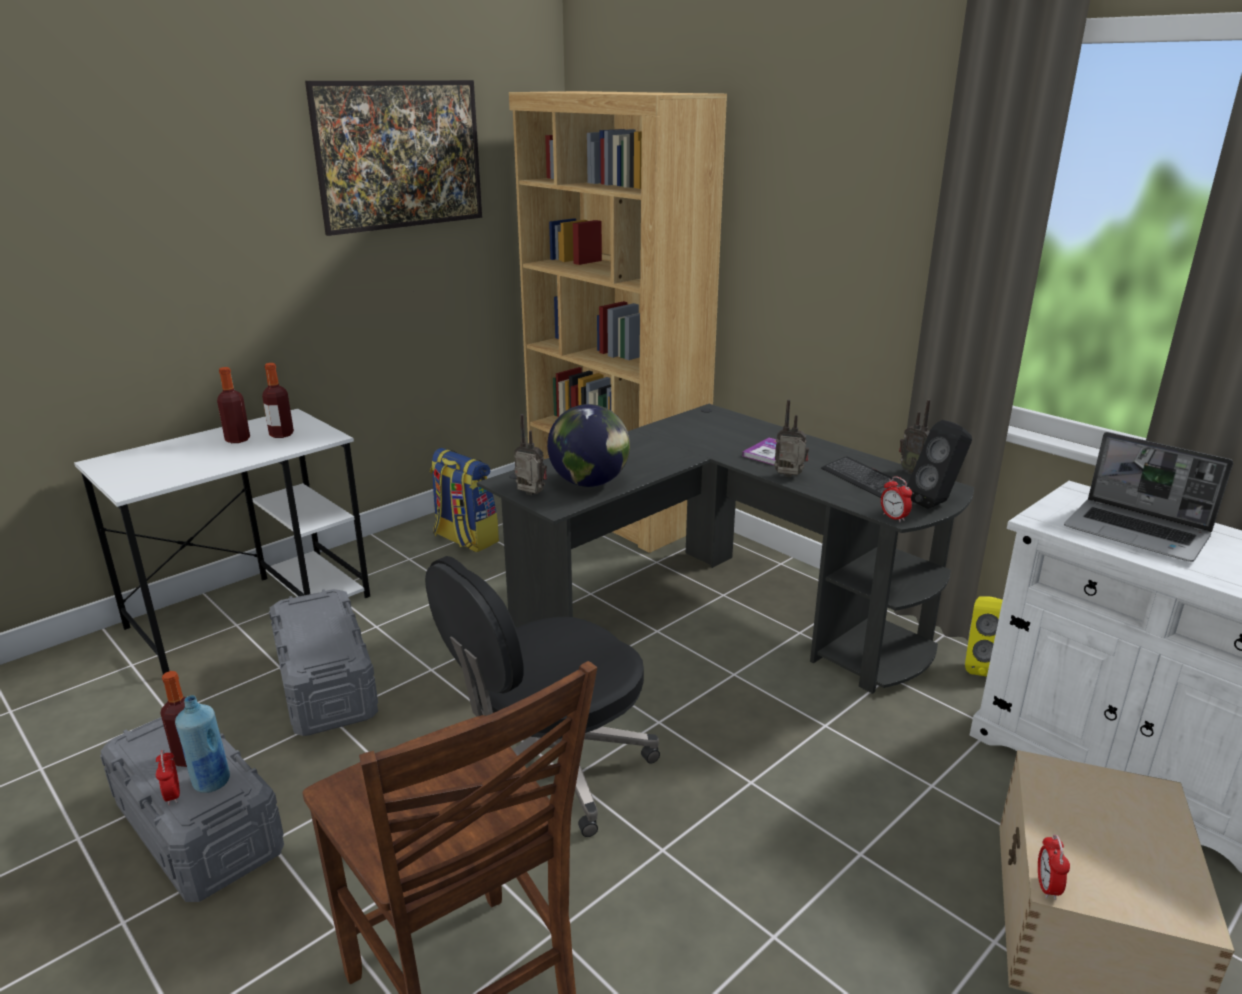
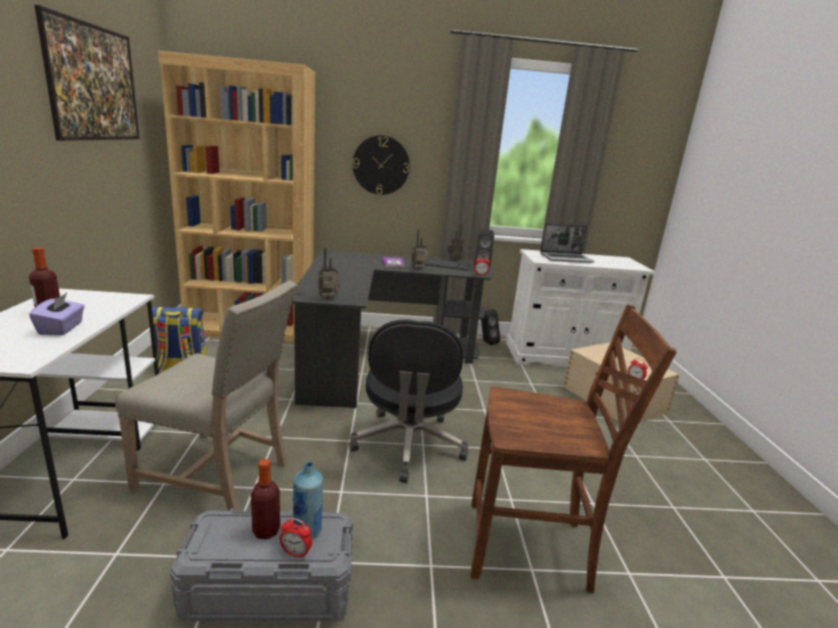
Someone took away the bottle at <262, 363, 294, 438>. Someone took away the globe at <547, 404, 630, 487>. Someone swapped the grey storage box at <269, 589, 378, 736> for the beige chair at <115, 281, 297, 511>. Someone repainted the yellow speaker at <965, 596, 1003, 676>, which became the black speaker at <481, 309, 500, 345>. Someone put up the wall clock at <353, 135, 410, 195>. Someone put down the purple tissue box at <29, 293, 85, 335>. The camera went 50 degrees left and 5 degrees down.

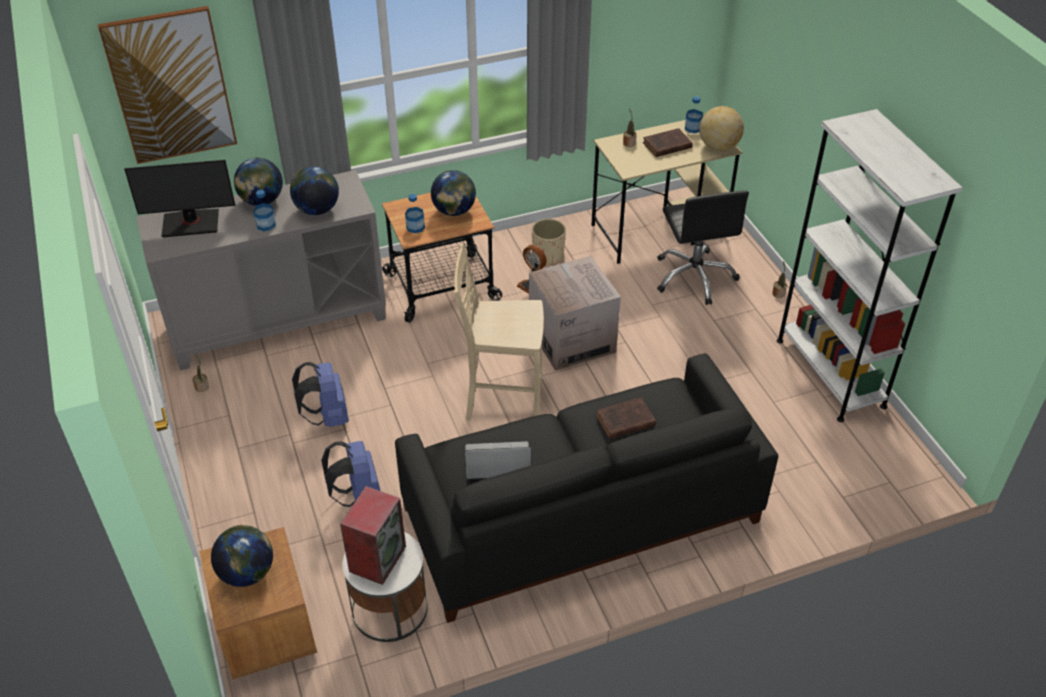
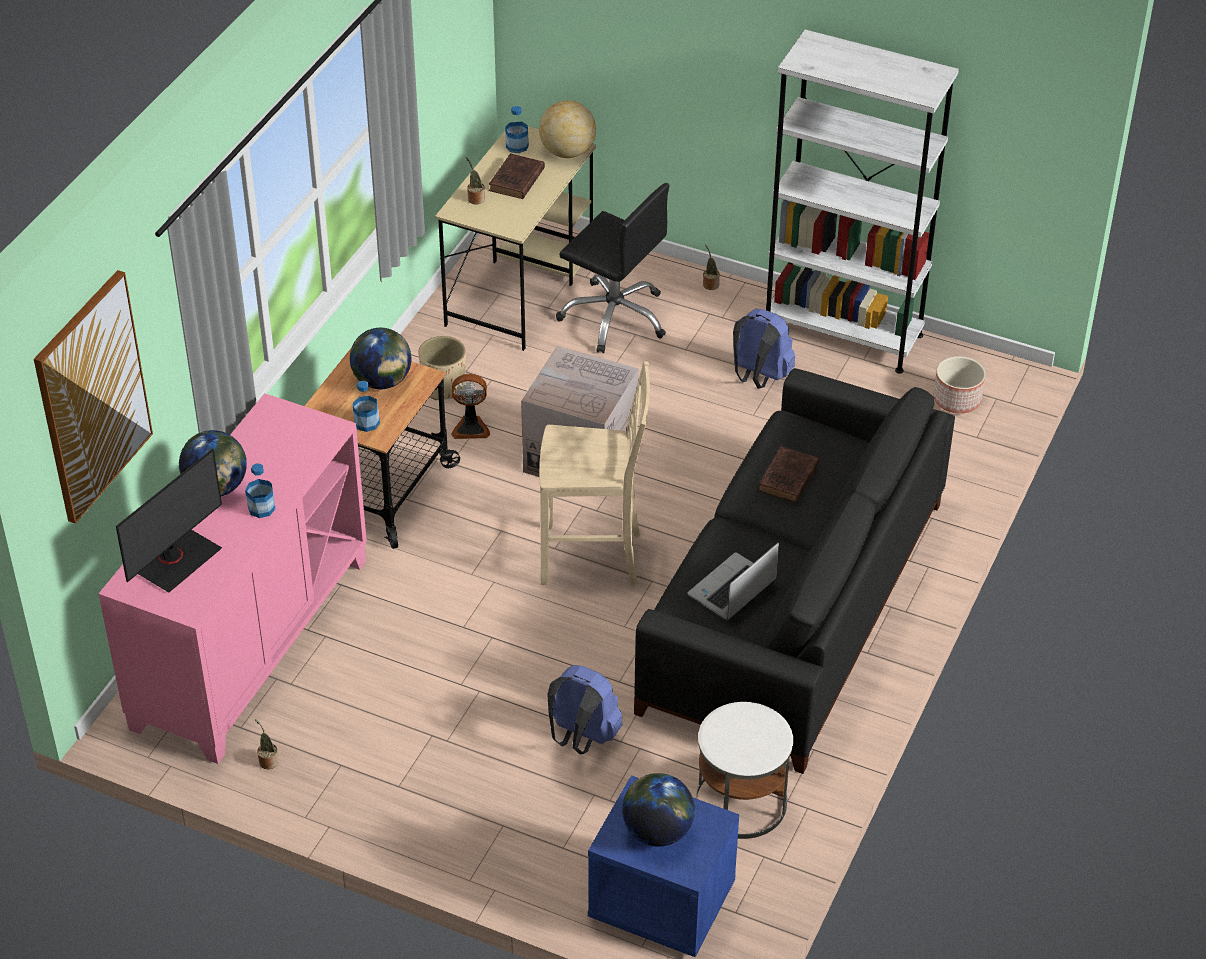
Someone took away the globe at <290, 166, 339, 215>. Someone repainted the grey cabinet at <136, 170, 386, 370>, which became the pink cabinet at <99, 393, 367, 764>. Someone rotated the beige chair at <454, 244, 544, 421> by 135 degrees counterclockwise. Someone carried the blue backpack from <292, 362, 349, 427> to <733, 309, 795, 388>. Someone took away the speaker at <340, 486, 406, 585>. Someone repainted the brown nightstand at <200, 527, 317, 679>, which became the blue nightstand at <588, 775, 739, 957>. Someone put down the planter at <933, 356, 986, 414>. The camera went 45 degrees left and 0 degrees up.

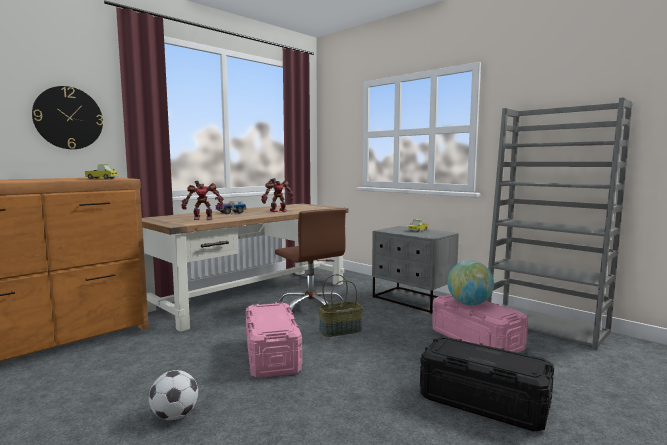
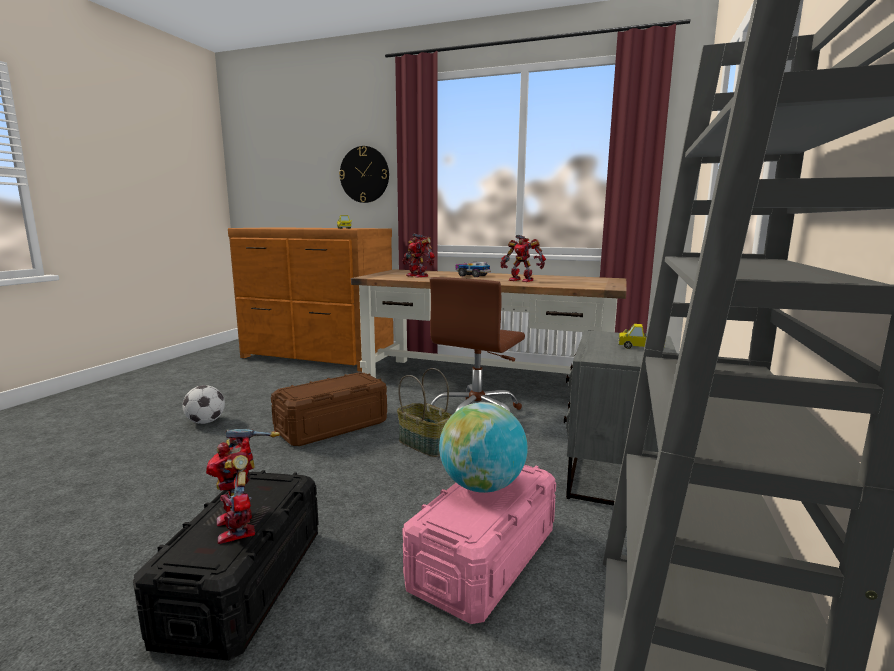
Someone repainted the pink storage box at <245, 302, 302, 378>, which became the brown storage box at <271, 372, 387, 446>. Someone put down the toy robot at <206, 429, 280, 544>. The camera went 65 degrees right and 5 degrees up.

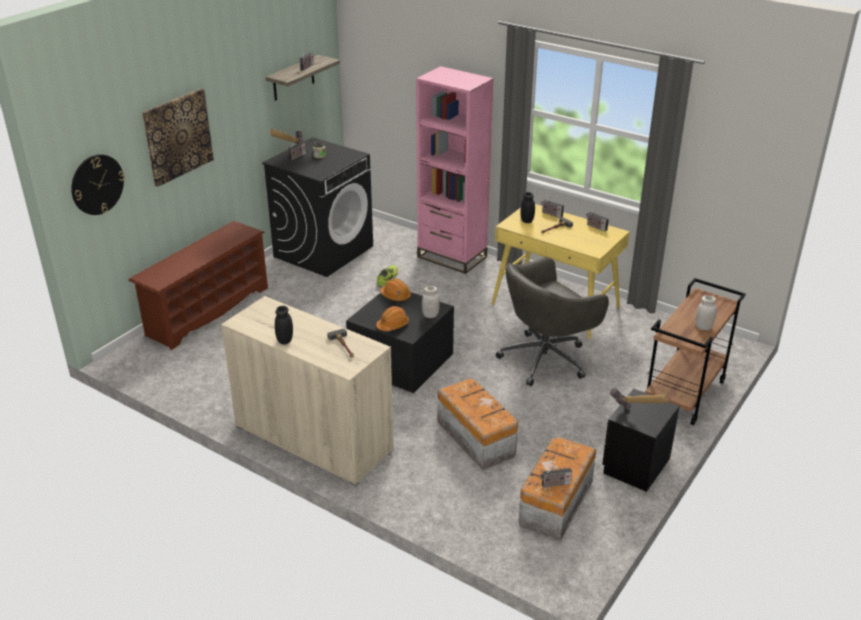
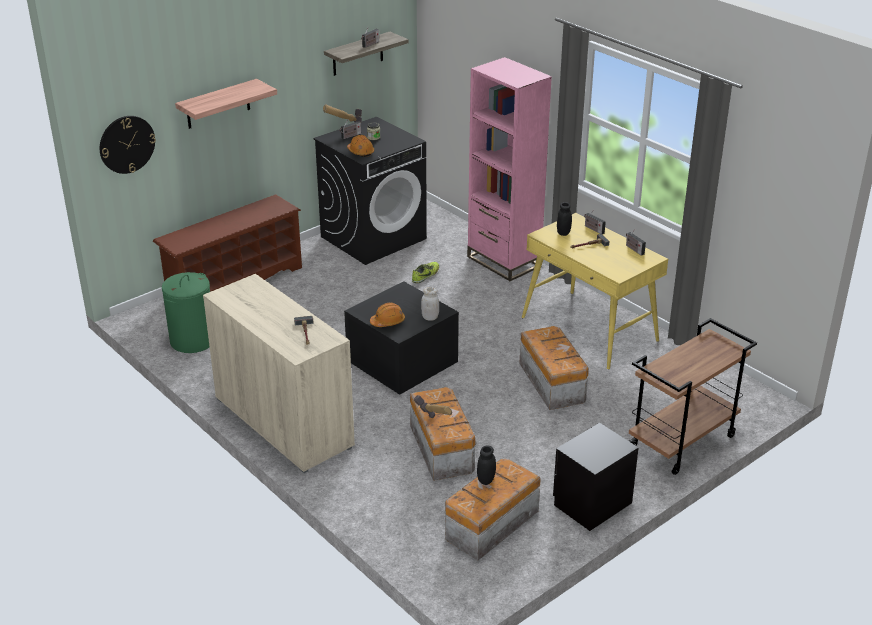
Someone swapped the picture at <142, 89, 214, 187> for the shelf at <175, 79, 277, 129>. Someone swapped the grey office chair at <496, 257, 609, 386> for the storage box at <519, 326, 589, 410>. Someone carried the orange hard hat from <380, 279, 411, 302> to <347, 135, 374, 157>. Someone took away the white jar at <695, 295, 717, 330>. Someone carried the black jar from <275, 306, 293, 345> to <477, 445, 496, 485>. Someone carried the hammer from <610, 388, 669, 409> to <414, 395, 452, 418>. Someone took away the radio at <540, 465, 572, 488>. Someone put down the green laundry basket at <162, 272, 210, 353>. The camera went 15 degrees right and 0 degrees up.

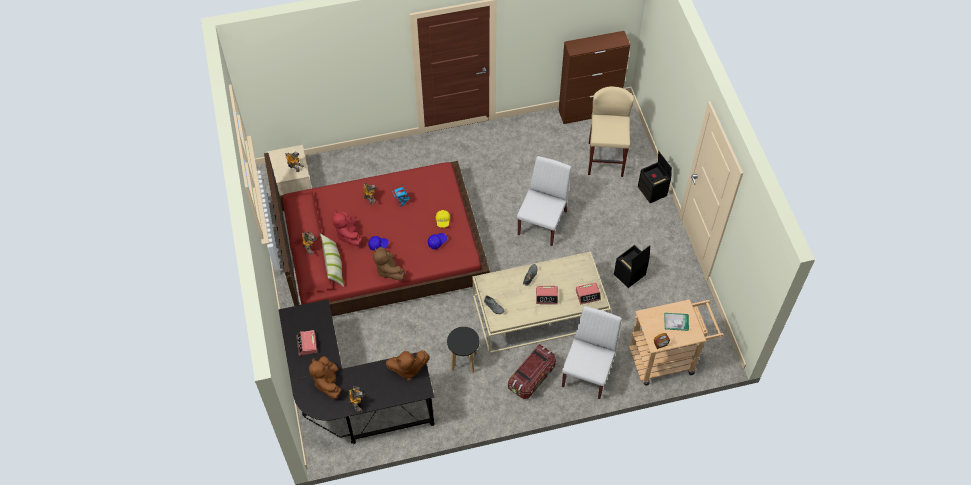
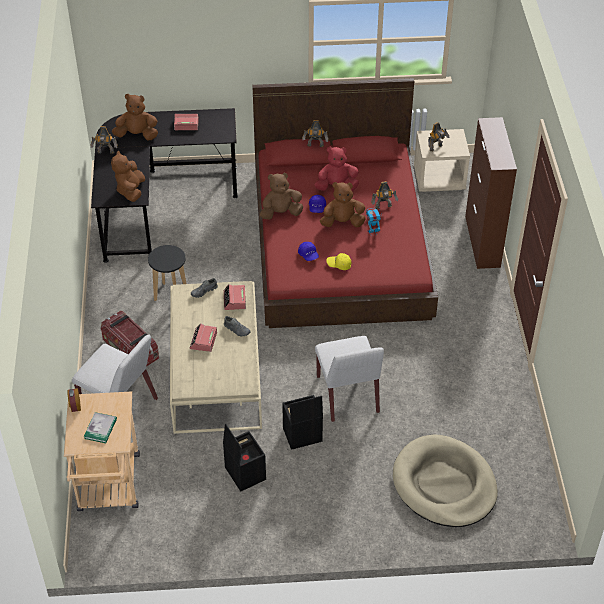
Someone carried the brown cabinet from <559, 31, 630, 124> to <465, 117, 517, 269>. Someone swapped the beige stool at <588, 86, 634, 177> for the beige dog bed at <393, 434, 498, 527>. Someone carried the black storage box from <638, 151, 672, 203> to <282, 395, 323, 450>. Someone rotated the white chair at <517, 156, 571, 246> by 45 degrees clockwise. Someone took away the pillow at <320, 233, 344, 287>. Someone carried the alarm clock from <576, 282, 601, 304> to <224, 284, 246, 310>. Someone put down the brown plush toy at <320, 182, 365, 228>. The camera went 100 degrees right and 10 degrees down.

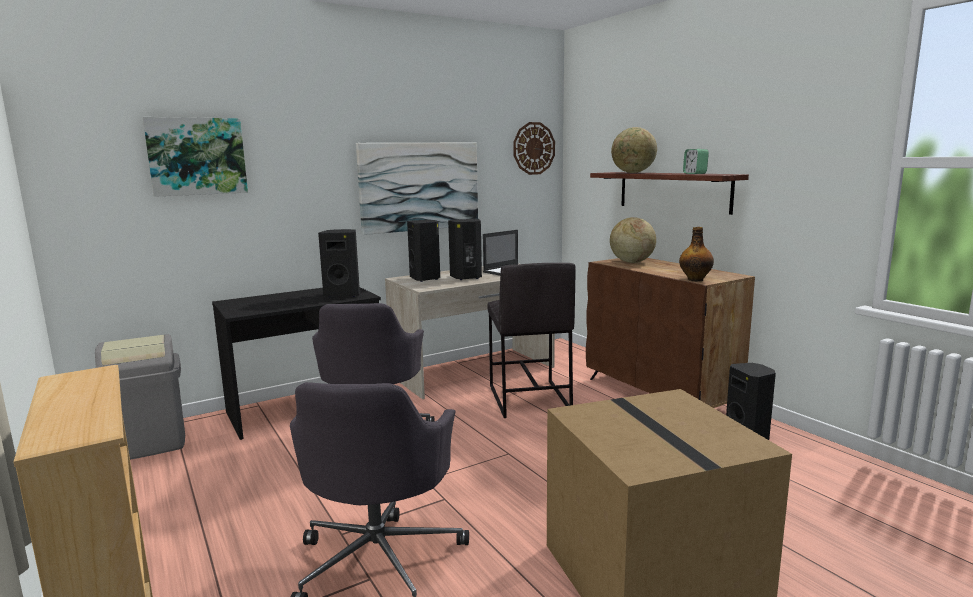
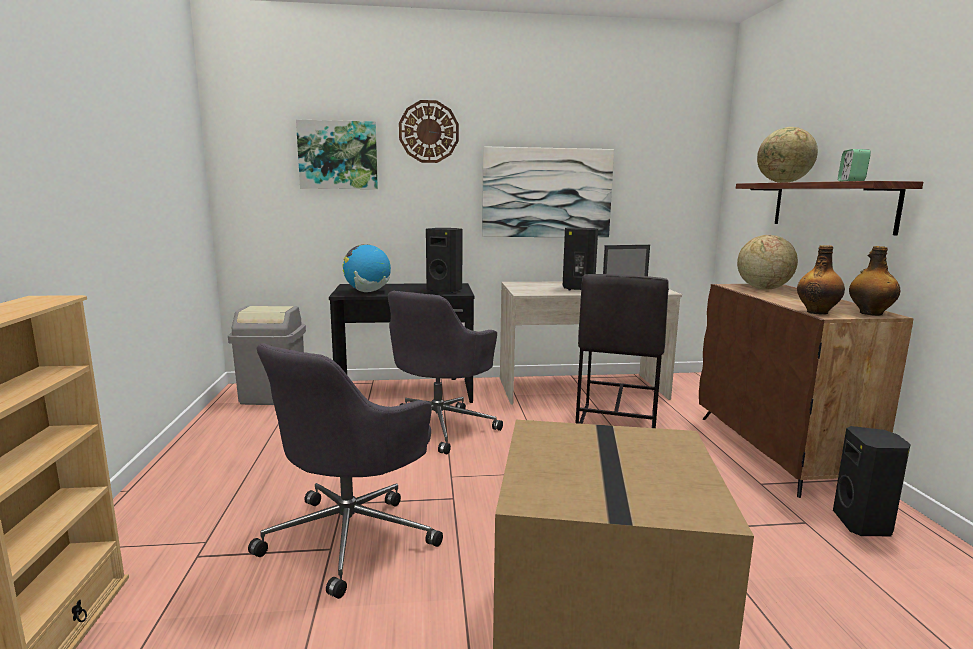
Someone carried the wall clock from <513, 122, 555, 175> to <399, 100, 459, 163>. Someone took away the black speaker at <407, 220, 440, 282>. Someone put down the globe at <342, 244, 391, 292>. Someone put down the bottle at <849, 246, 900, 316>. The camera went 25 degrees right and 0 degrees up.

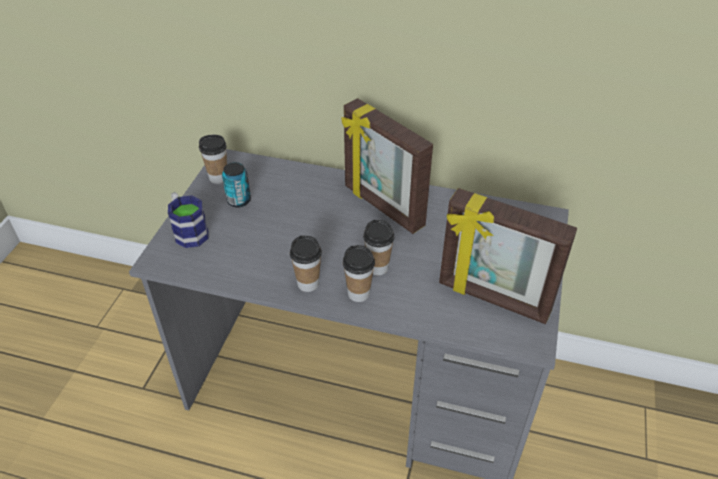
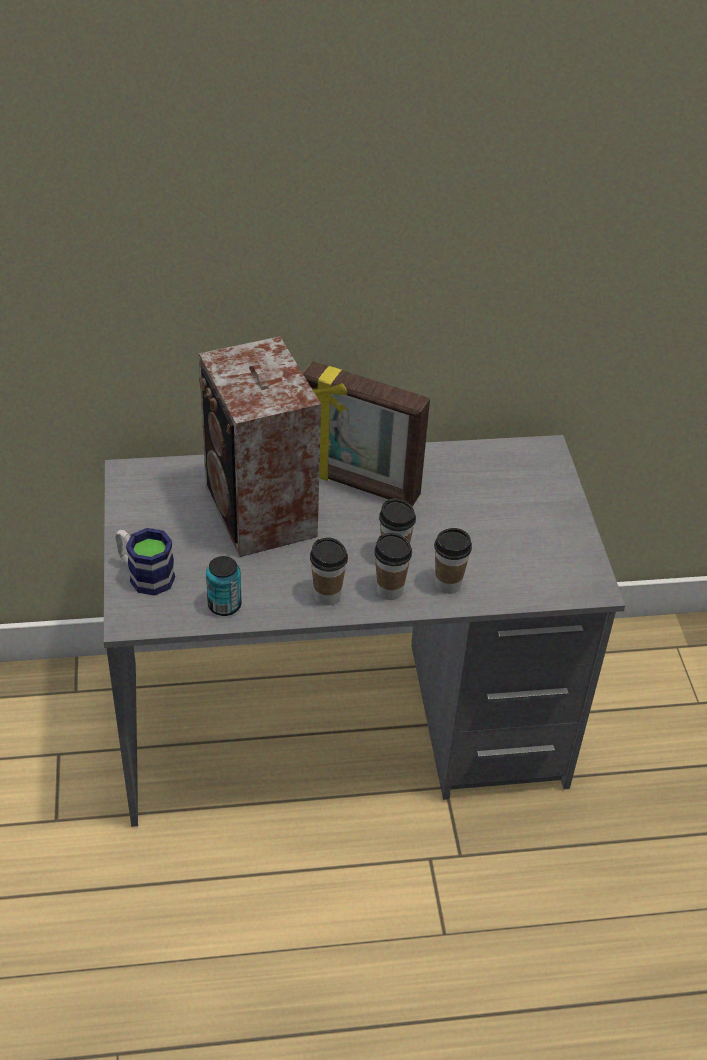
Someone carried the cup from <199, 135, 227, 184> to <434, 528, 472, 594>. Someone carried the can from <222, 162, 251, 208> to <206, 556, 242, 616>. Someone took away the picture frame at <439, 188, 577, 324>. Someone put down the speaker at <199, 336, 321, 557>. The camera went 25 degrees left and 0 degrees up.

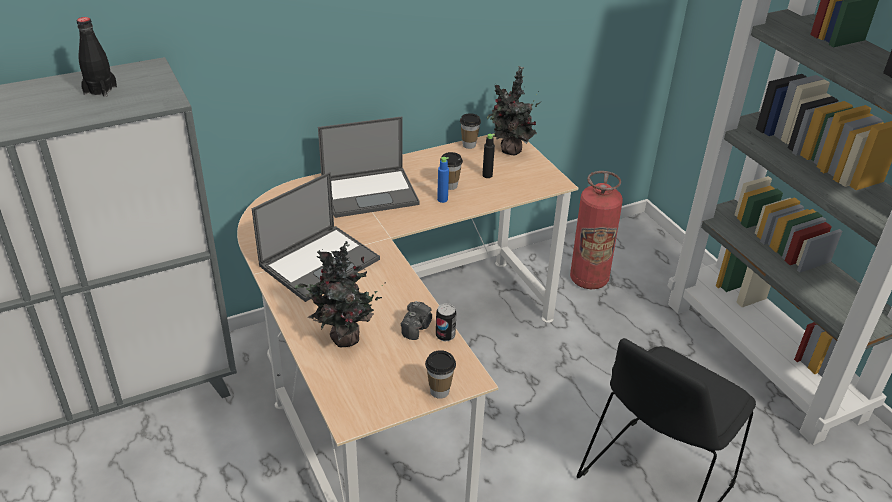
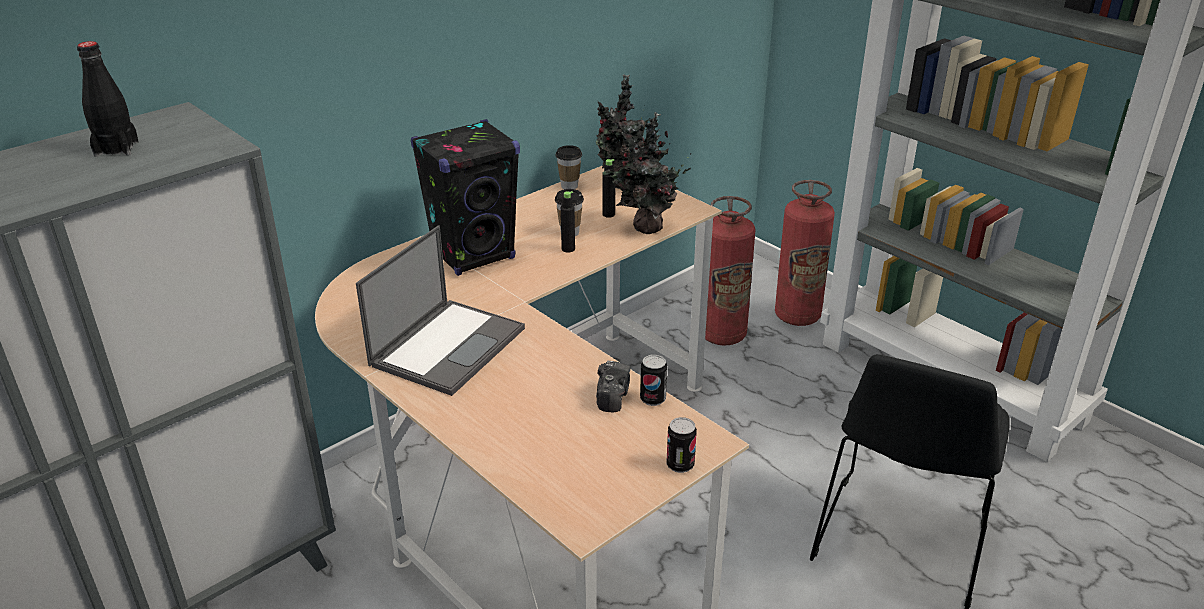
Someone swapped the laptop at <318, 116, 420, 218> for the black speaker at <411, 119, 520, 276>. Someone repainted the blue bottle at <437, 157, 449, 203>, which became the black bottle at <561, 191, 575, 252>. Someone carried the potted plant from <295, 241, 386, 347> to <603, 112, 691, 234>. Someone swapped the cup at <425, 350, 456, 399> for the can at <666, 417, 697, 473>. Someone put down the fire extinguisher at <775, 180, 835, 326>. The camera went 15 degrees left and 5 degrees down.

